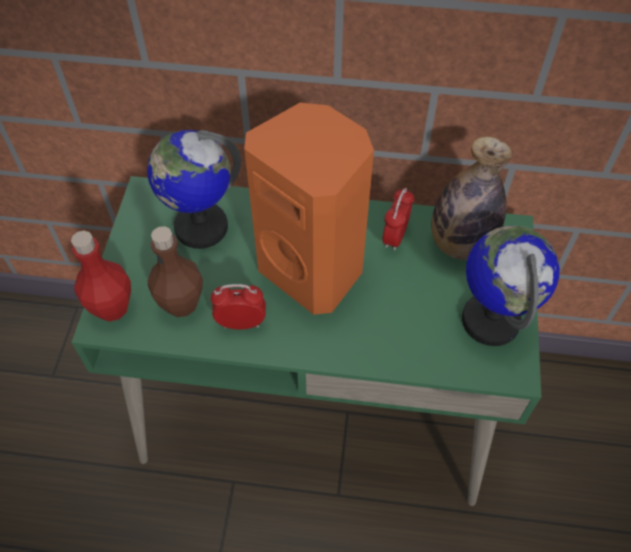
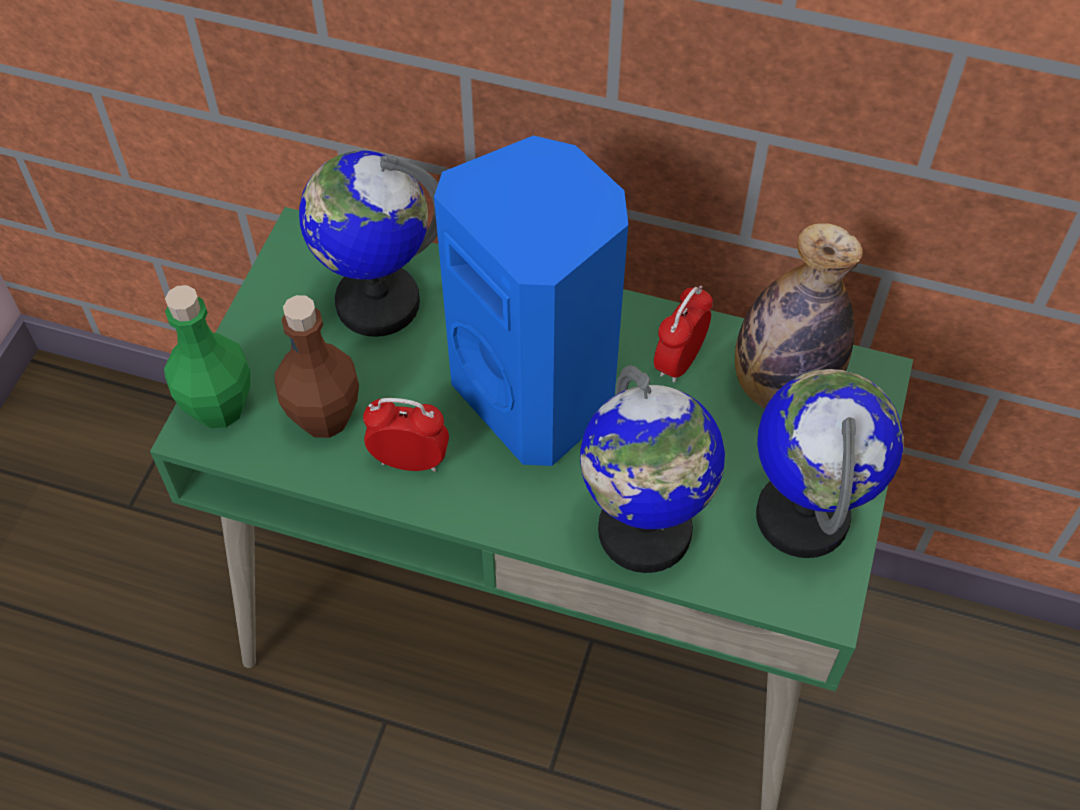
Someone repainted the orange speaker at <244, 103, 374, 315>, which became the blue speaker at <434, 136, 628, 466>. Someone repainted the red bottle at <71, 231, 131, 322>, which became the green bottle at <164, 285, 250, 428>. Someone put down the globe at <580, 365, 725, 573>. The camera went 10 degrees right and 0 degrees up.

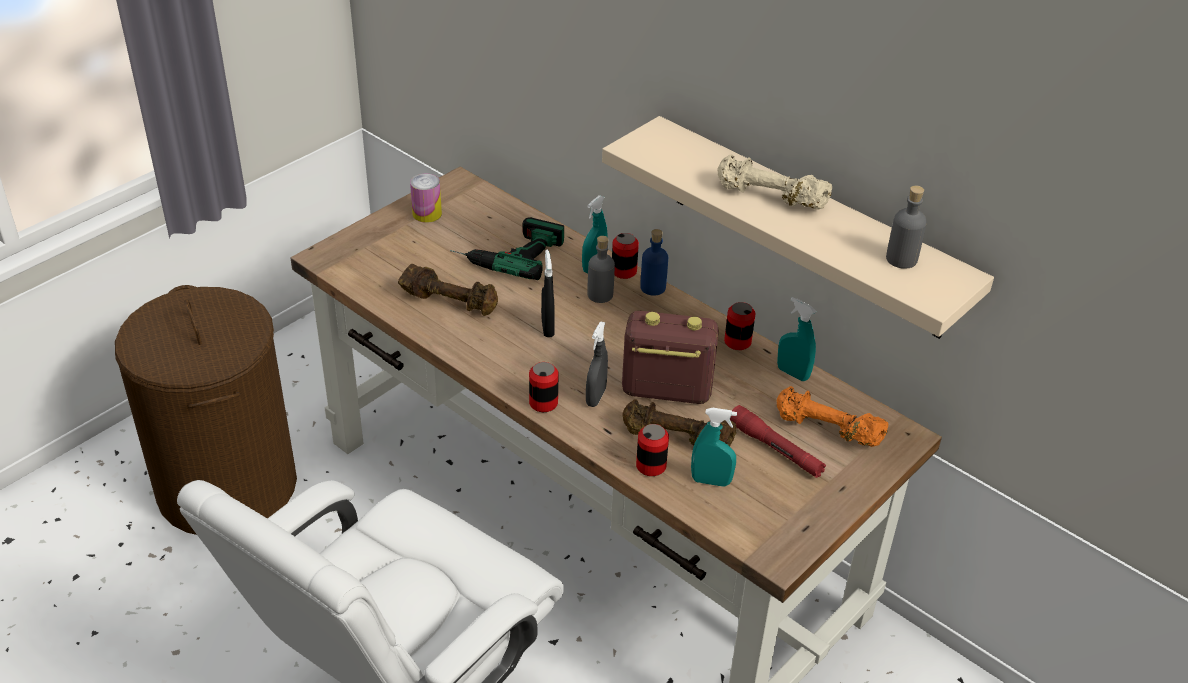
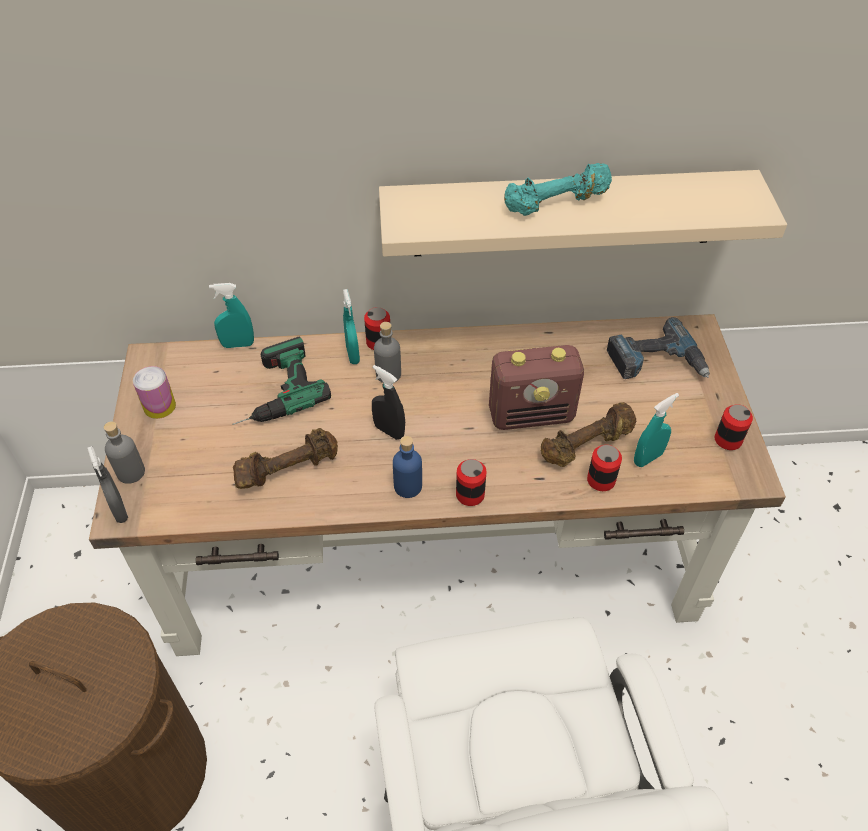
Someone repainted the beige dumbbell at <717, 155, 832, 210>, which became the turquoise dumbbell at <504, 163, 612, 216>. Someone carried the grey bottle from <886, 185, 927, 269> to <104, 421, 145, 484>. Someone carried the blue bottle from <640, 229, 668, 296> to <393, 436, 422, 498>. Someone carried the turquoise spray bottle from <777, 297, 816, 381> to <209, 283, 254, 348>. Someone carried the can from <724, 302, 755, 350> to <715, 404, 753, 450>. Someone rotated the radio at <622, 311, 719, 404> by 150 degrees counterclockwise. Someone carried the grey spray bottle from <586, 322, 608, 407> to <87, 446, 128, 523>. Someone swapped the orange dumbbell at <777, 386, 888, 447> for the power drill at <607, 317, 710, 379>. Someone took away the red flashlight at <730, 405, 826, 478>. The camera went 45 degrees left and 10 degrees up.

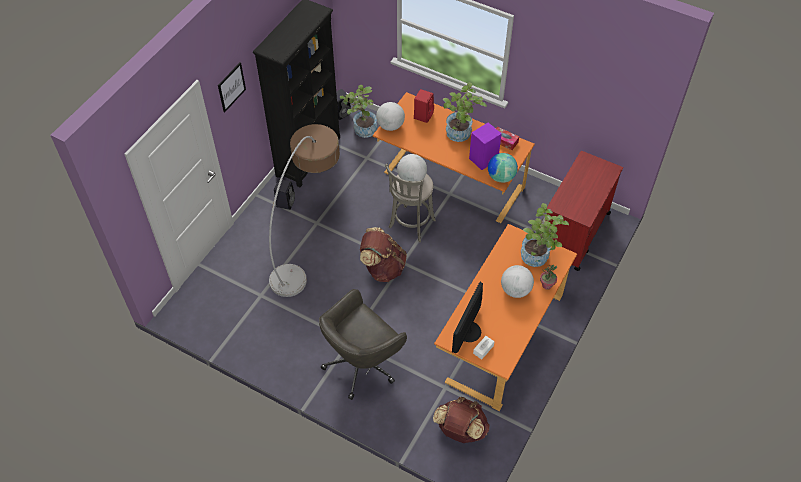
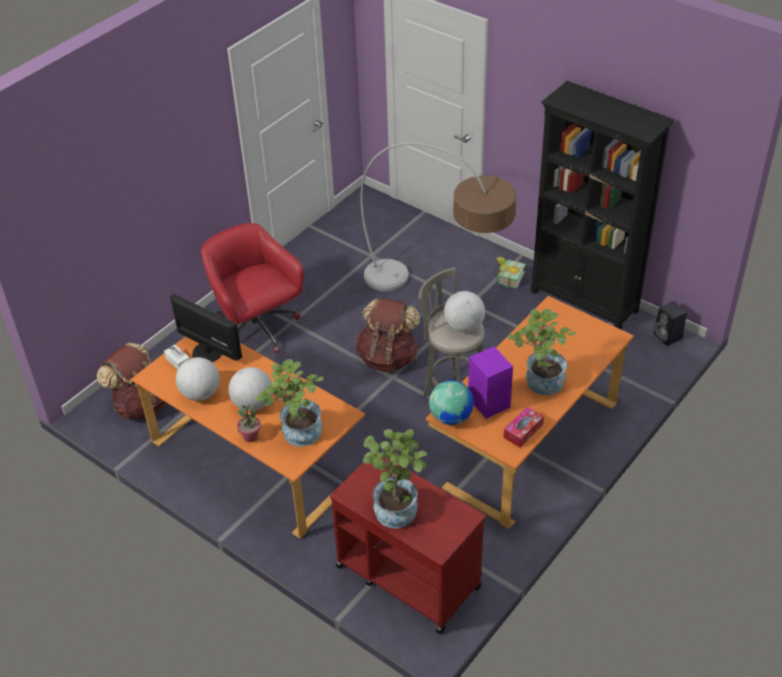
Someone took away the picture at <218, 62, 246, 113>. Someone carried the potted plant from <340, 85, 377, 138> to <363, 429, 427, 529>. Someone took away the red speaker at <414, 89, 434, 123>. Someone carried the globe from <376, 102, 405, 131> to <176, 357, 220, 401>. Someone swapped the black speaker at <274, 179, 295, 210> for the book at <497, 257, 526, 289>. Someone repainted the grey office chair at <319, 289, 407, 400>, which became the red office chair at <201, 223, 304, 354>. The camera went 100 degrees right and 10 degrees down.

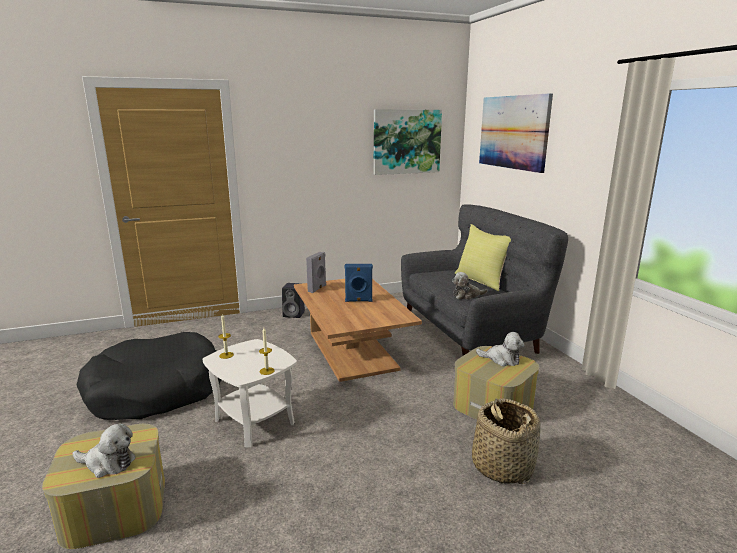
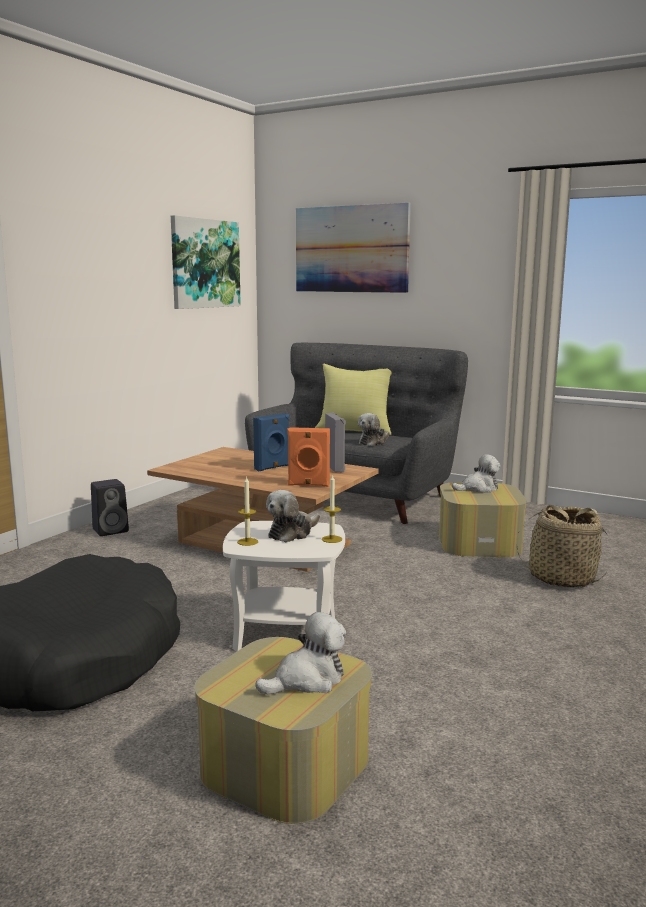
Someone carried the grey speaker from <306, 252, 326, 293> to <325, 412, 346, 472>. Someone put down the orange speaker at <287, 427, 330, 487>. Someone put down the plush toy at <266, 490, 320, 542>. The camera went 40 degrees left and 5 degrees down.

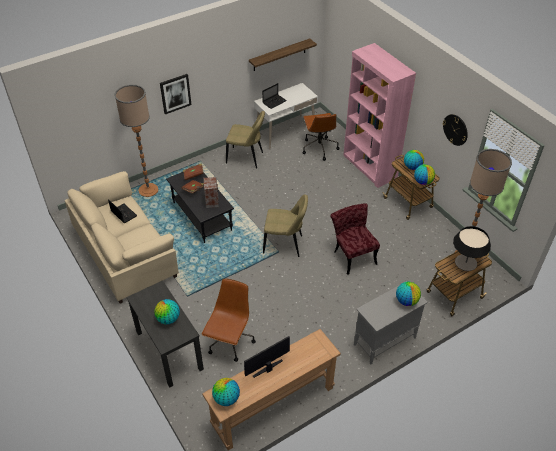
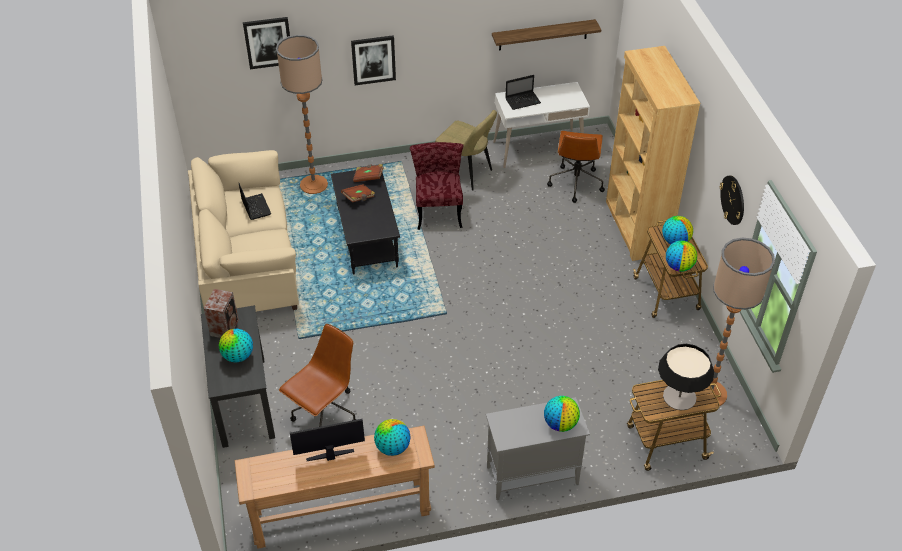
Someone repainted the pink bookcase at <344, 43, 416, 188>, which became the brown bookcase at <606, 46, 700, 261>. Someone carried the speaker from <204, 177, 219, 208> to <204, 289, 239, 338>. Someone took away the beige chair at <263, 194, 308, 257>. Someone carried the red chair from <330, 203, 380, 275> to <410, 142, 463, 230>. Someone carried the globe from <212, 378, 240, 406> to <374, 419, 411, 456>. Someone put up the picture at <243, 17, 290, 69>. The camera went 20 degrees right and 0 degrees up.

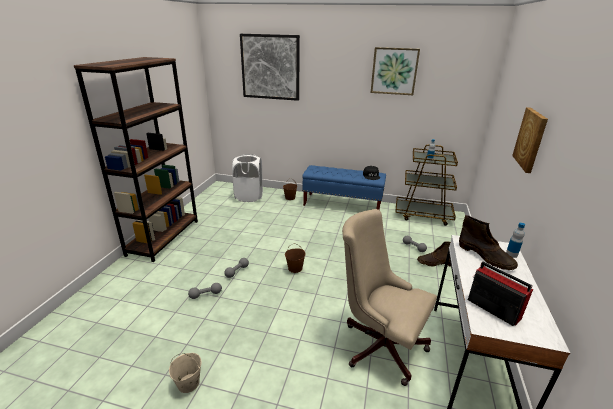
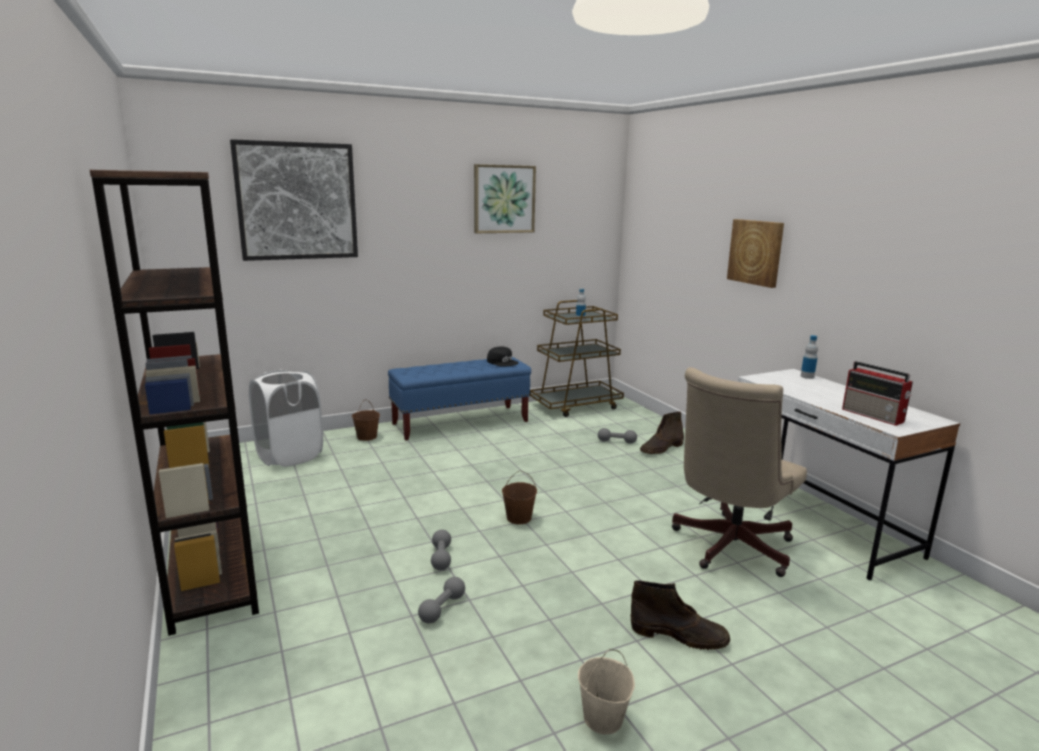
Someone rotated the beige office chair at <342, 209, 437, 386> by 45 degrees counterclockwise. Someone carried the brown boot from <459, 215, 518, 270> to <631, 580, 730, 650>. Someone rotated the radio at <468, 261, 533, 326> by 135 degrees counterclockwise. The camera went 40 degrees left and 10 degrees down.

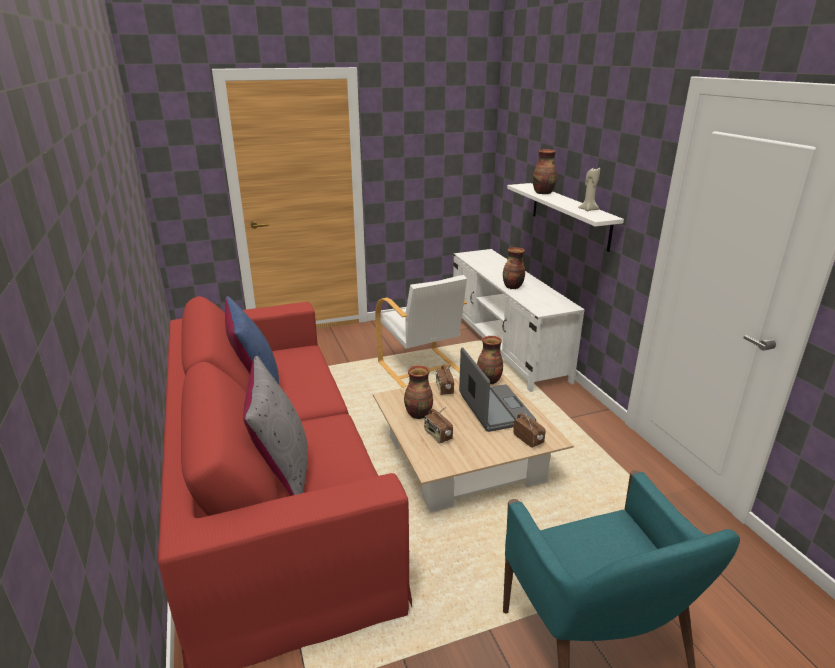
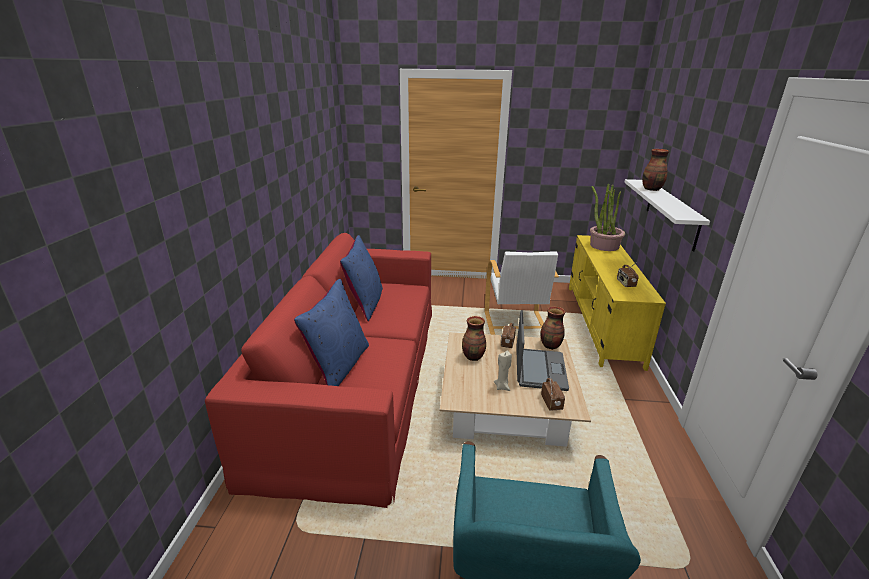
Someone carried the beige candle from <578, 168, 600, 211> to <494, 351, 512, 391>. Someone took away the vase at <503, 247, 525, 289>. Someone repainted the white tv stand at <453, 249, 585, 392>, which became the yellow tv stand at <569, 235, 666, 371>. Someone repainted the grey pillow at <243, 356, 308, 496>, which became the blue pillow at <294, 279, 369, 386>. Someone carried the radio from <424, 407, 453, 444> to <617, 262, 639, 287>. Someone put down the potted plant at <590, 183, 625, 251>. The camera went 25 degrees right and 0 degrees up.

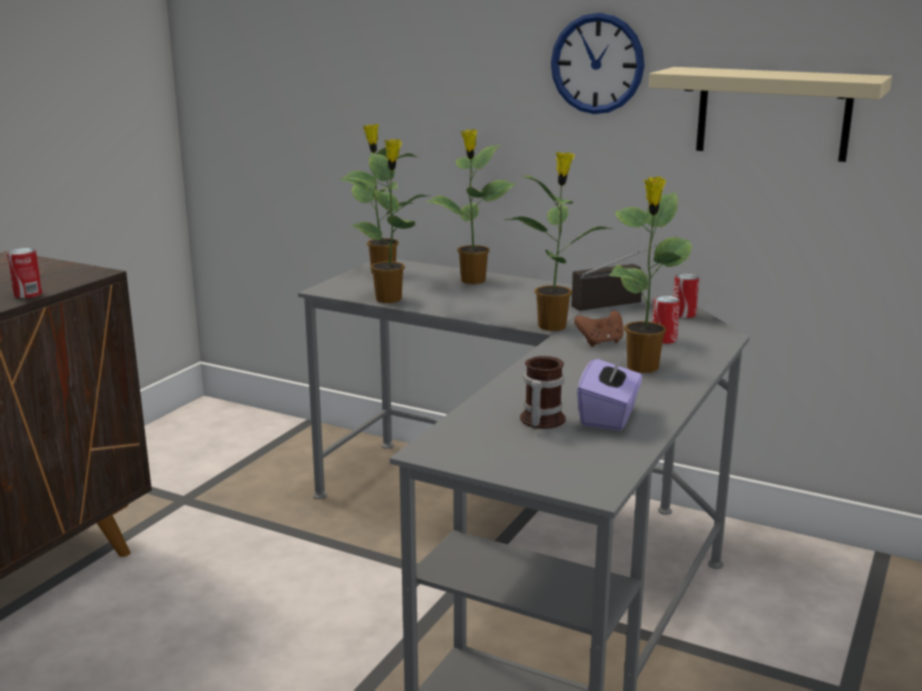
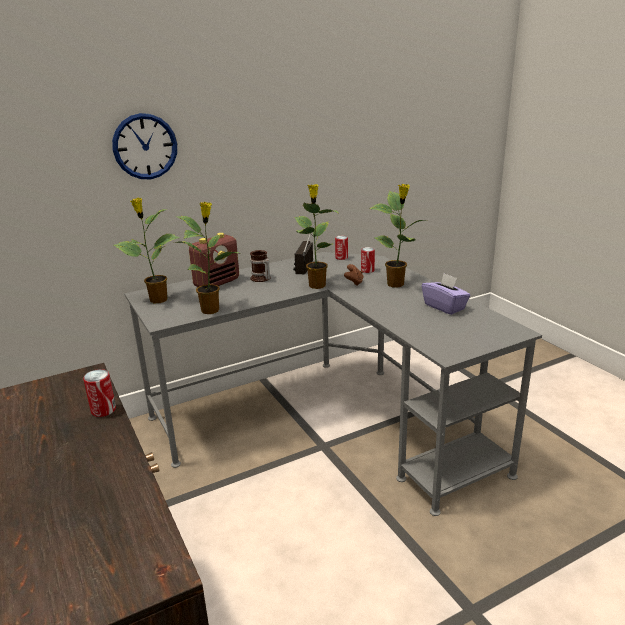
Someone carried the wall clock from <551, 13, 644, 114> to <112, 113, 177, 179>. Someone took away the beige shelf at <649, 67, 892, 162>. Someone swapped the potted plant at <426, 129, 516, 284> for the radio at <189, 233, 239, 287>. Someone carried the mug from <520, 356, 566, 429> to <250, 250, 271, 282>. The camera went 55 degrees left and 5 degrees up.

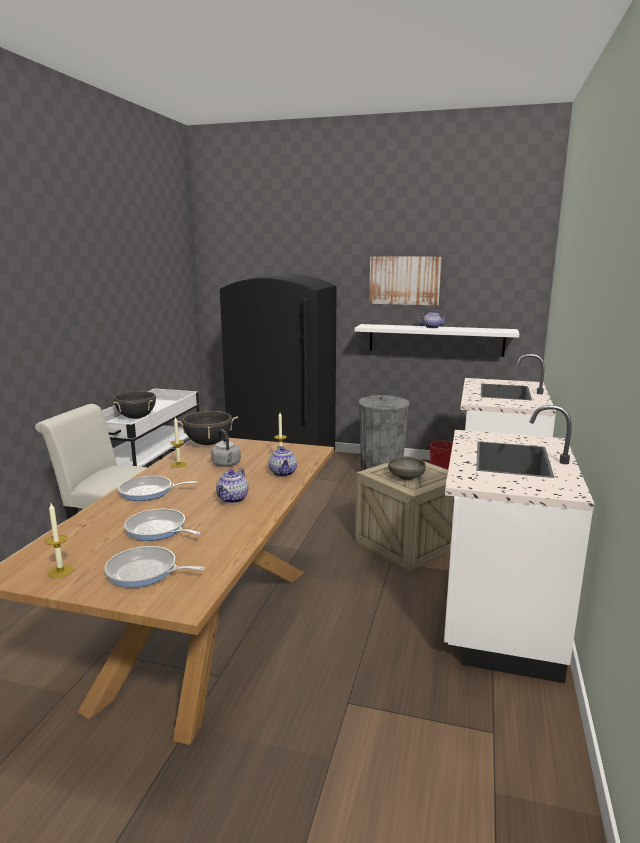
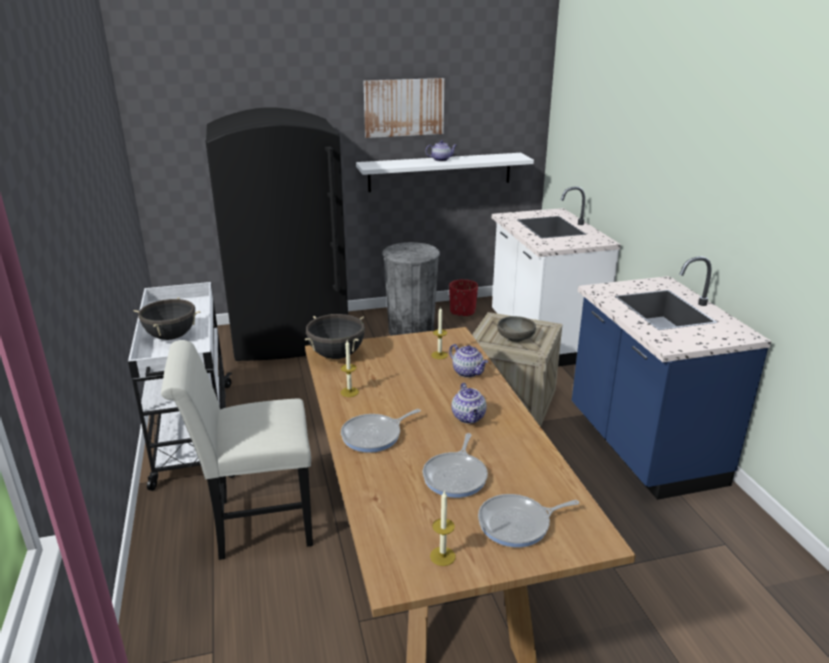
Someone repainted the white counter at <444, 405, 594, 683>, which became the blue counter at <572, 256, 772, 500>. Someone took away the grey kettle at <211, 429, 241, 467>. Someone rotated the frying pan at <124, 509, 201, 541> by 75 degrees counterclockwise. The camera went 30 degrees left and 10 degrees up.

